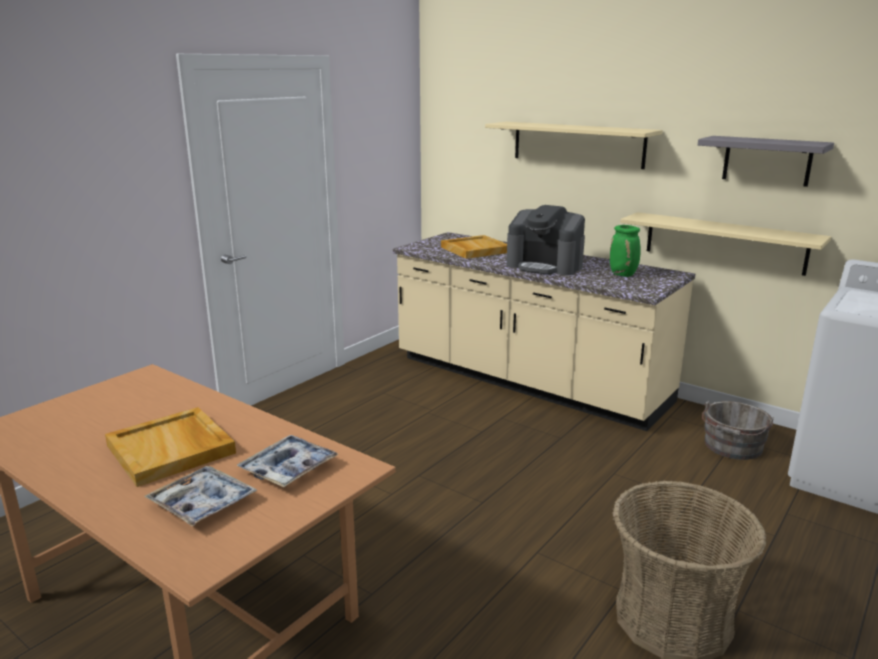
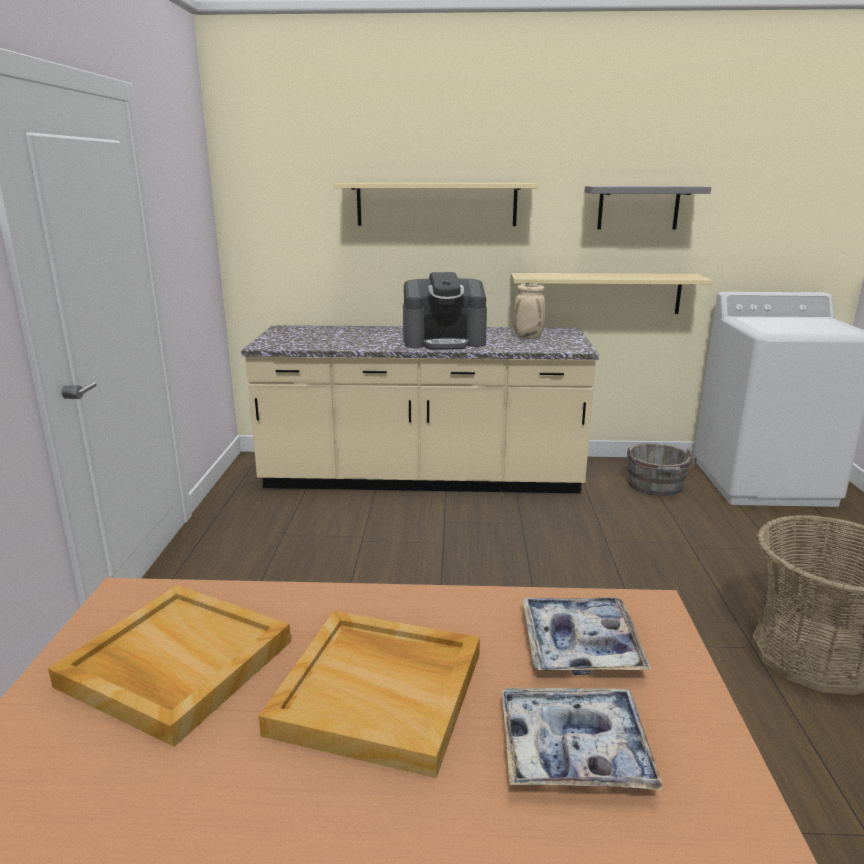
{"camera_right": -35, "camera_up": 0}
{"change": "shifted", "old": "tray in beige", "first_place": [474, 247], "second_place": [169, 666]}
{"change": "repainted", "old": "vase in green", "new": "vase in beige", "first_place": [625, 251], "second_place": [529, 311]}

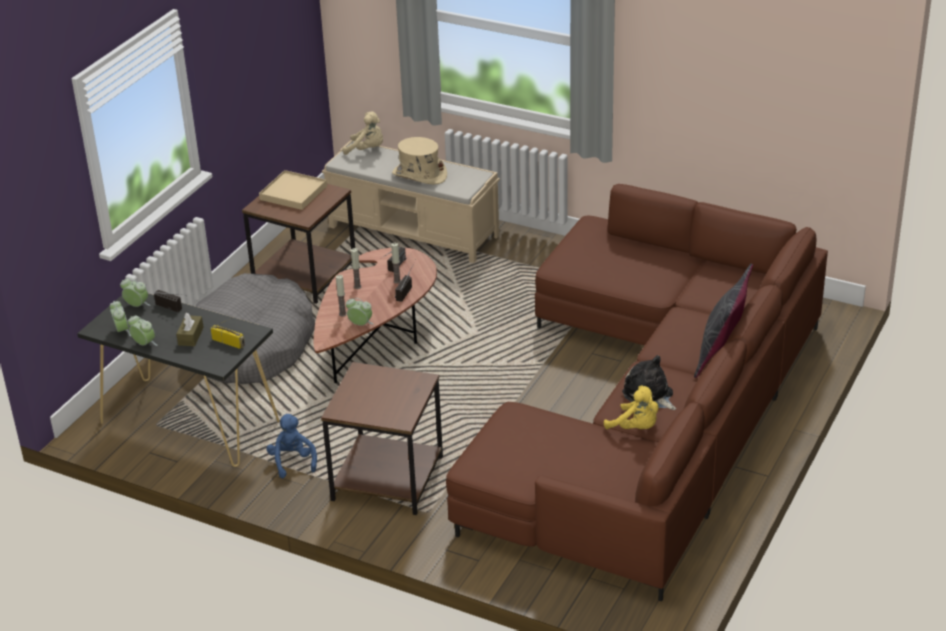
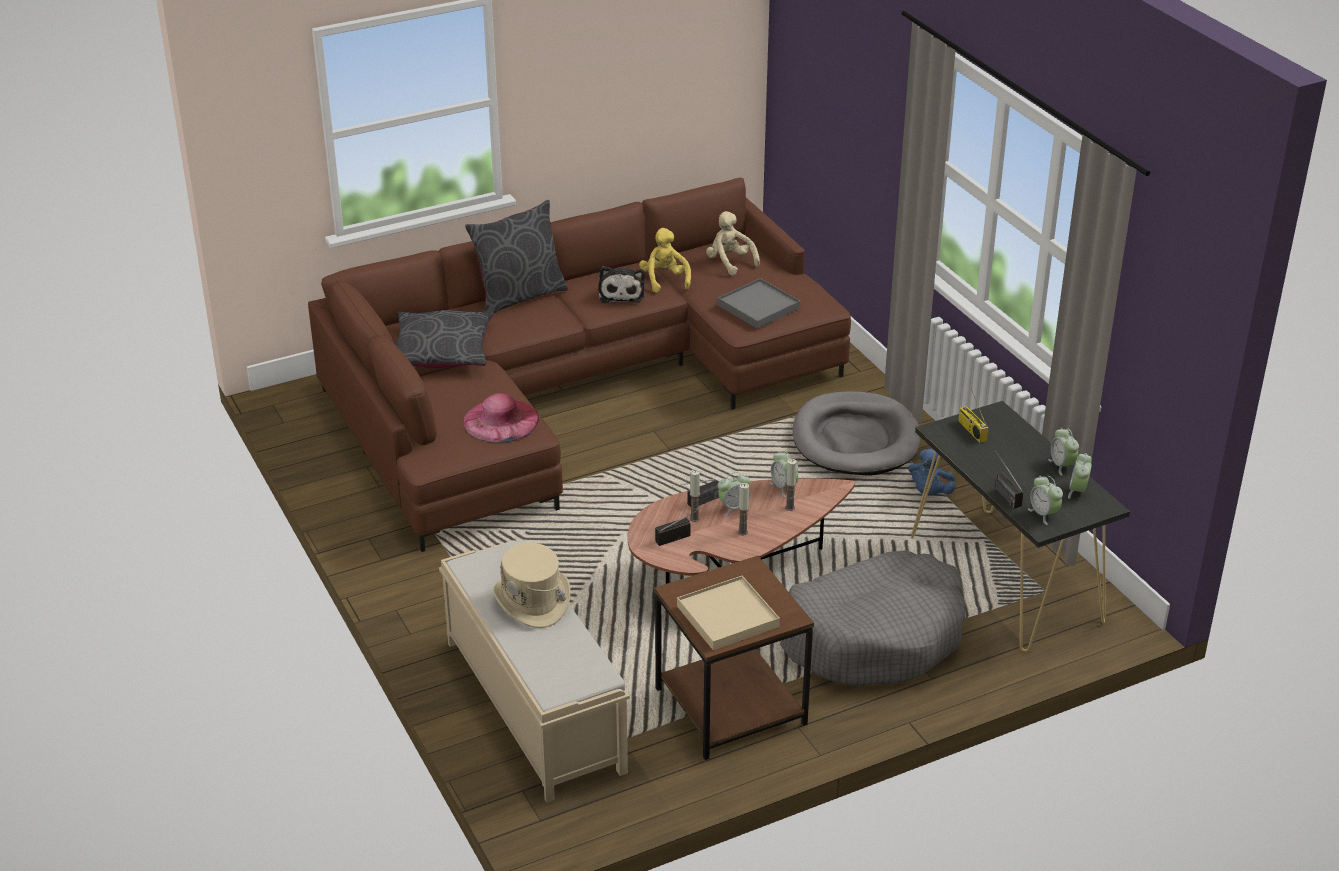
{"camera_right": -145, "camera_up": 0}
{"change": "new", "new": "pillow in grey", "second_place": [445, 339]}
{"change": "new", "new": "hat in pink", "second_place": [501, 417]}
{"change": "shifted", "old": "plush toy in beige", "first_place": [363, 133], "second_place": [733, 243]}
{"change": "new", "new": "tray in grey", "second_place": [758, 303]}
{"change": "new", "new": "alarm clock", "second_place": [734, 494]}
{"change": "swapped", "old": "side table in brown", "new": "dog bed in grey", "first_place": [382, 438], "second_place": [856, 433]}
{"change": "gone", "old": "tissue box in brown", "first_place": [190, 329]}

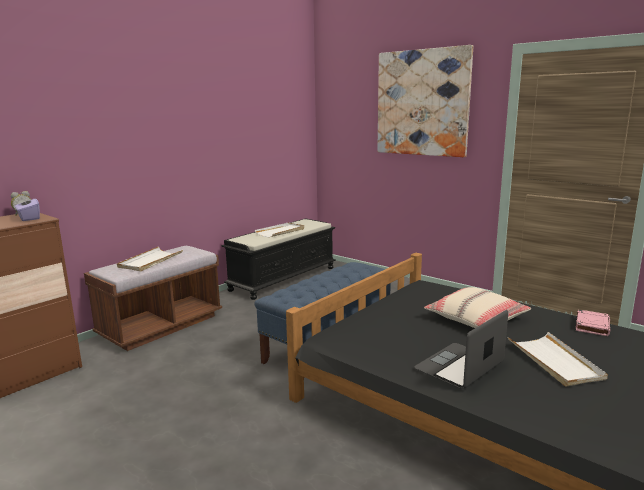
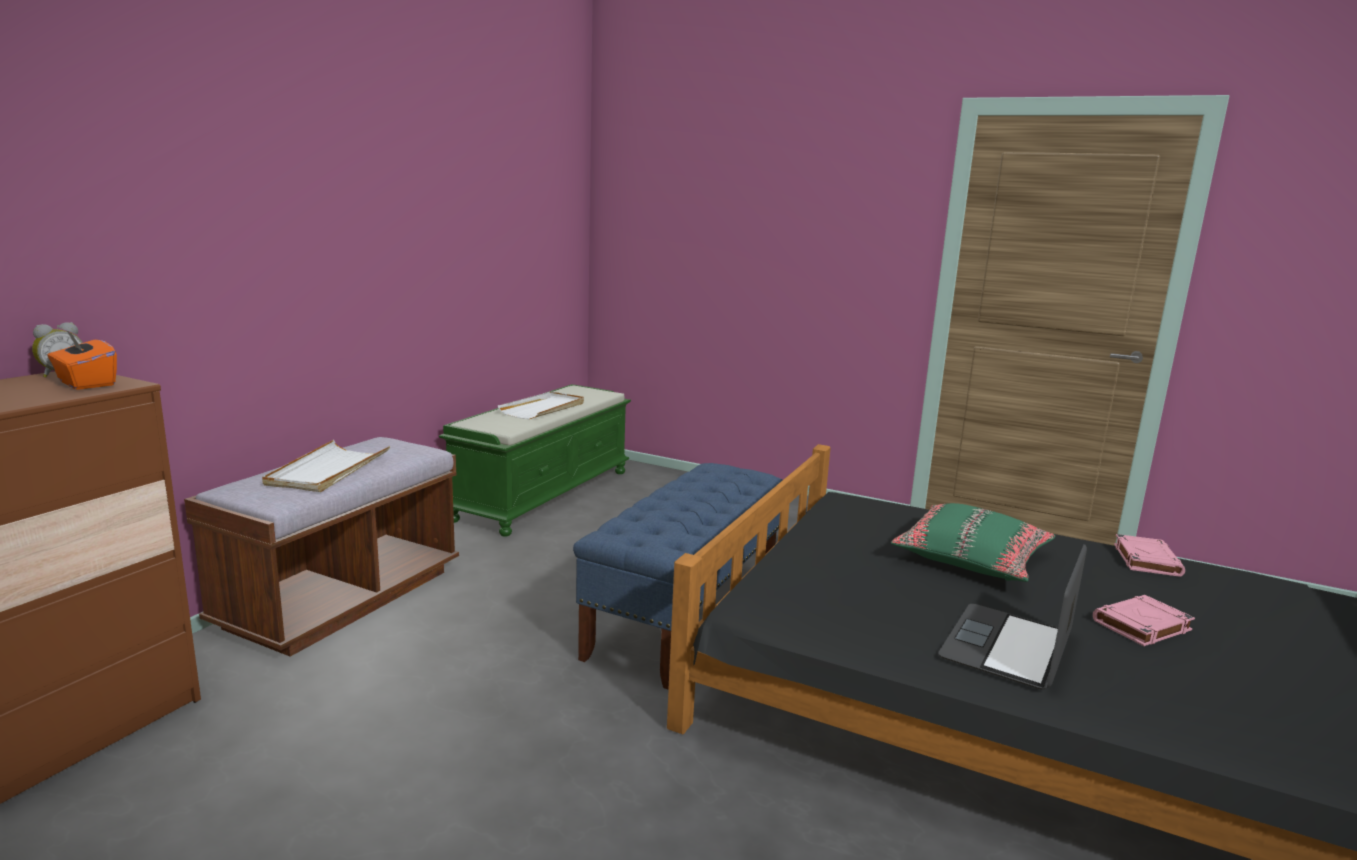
{"camera_right": -15, "camera_up": 0}
{"change": "repainted", "old": "tissue box in purple", "new": "tissue box in orange", "first_place": [27, 208], "second_place": [82, 360]}
{"change": "repainted", "old": "bench in black", "new": "bench in green", "first_place": [279, 259], "second_place": [535, 460]}
{"change": "repainted", "old": "pillow in beige", "new": "pillow in green", "first_place": [477, 307], "second_place": [973, 542]}
{"change": "swapped", "old": "tray in white", "new": "book in pink", "first_place": [558, 359], "second_place": [1144, 620]}
{"change": "gone", "old": "picture", "first_place": [425, 101]}

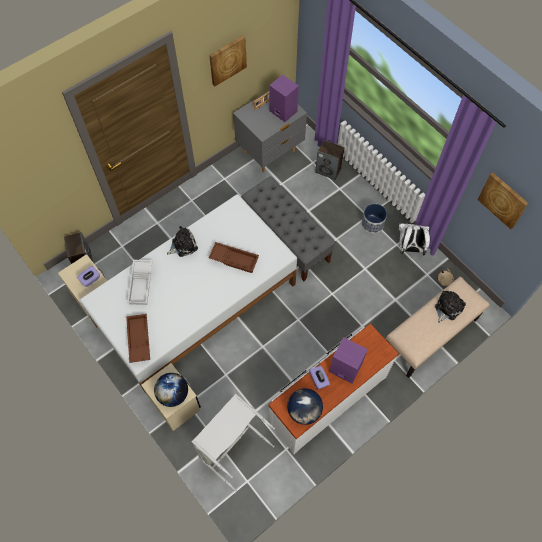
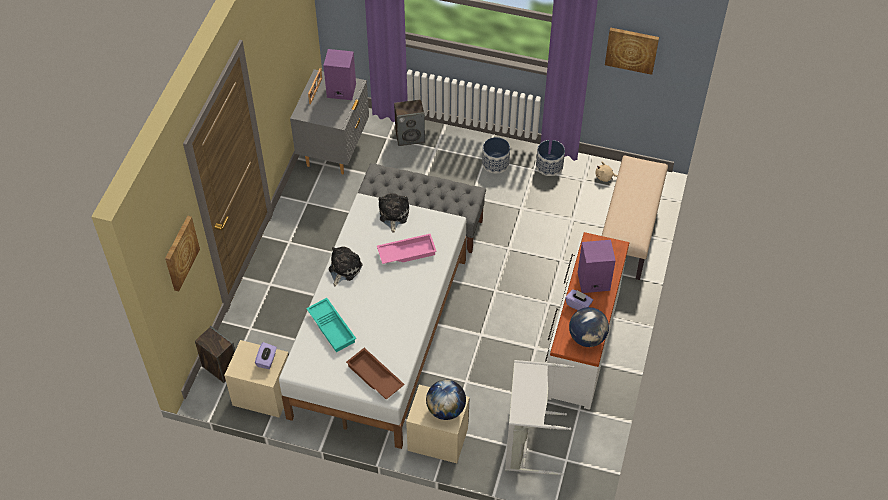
{"camera_right": -35, "camera_up": -10}
{"change": "shifted", "old": "picture", "first_place": [228, 61], "second_place": [182, 254]}
{"change": "repainted", "old": "tray in white", "new": "tray in turquoise", "first_place": [140, 282], "second_place": [331, 325]}
{"change": "repainted", "old": "tray in brown", "new": "tray in pink", "first_place": [234, 257], "second_place": [407, 249]}
{"change": "shifted", "old": "plush toy", "first_place": [450, 307], "second_place": [393, 213]}
{"change": "swapped", "old": "backpack in white", "new": "planter", "first_place": [414, 240], "second_place": [550, 158]}

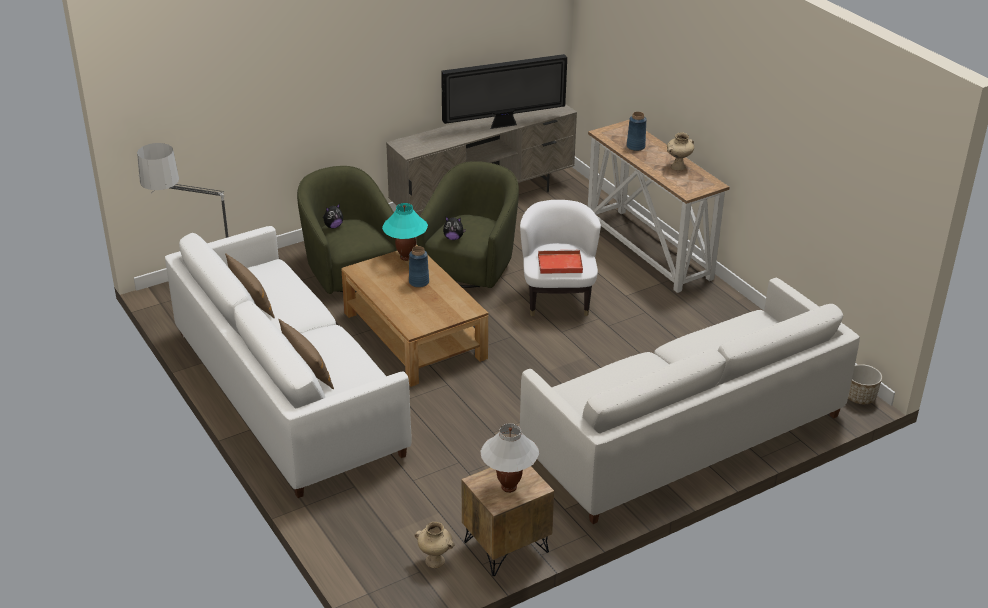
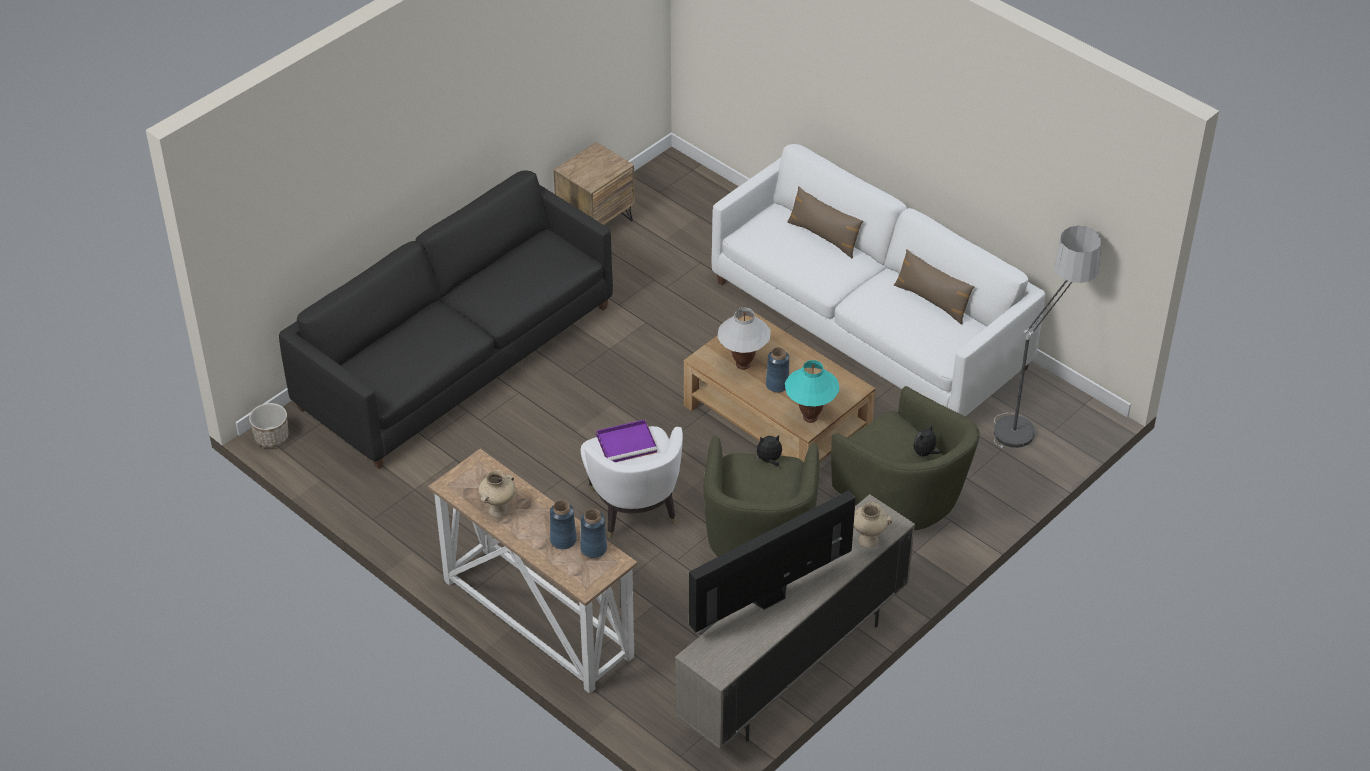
{"camera_right": 165, "camera_up": 10}
{"change": "repainted", "old": "sofa in white", "new": "sofa in black", "first_place": [690, 401], "second_place": [446, 319]}
{"change": "new", "new": "vase in blue", "second_place": [594, 533]}
{"change": "repainted", "old": "tray in red", "new": "tray in purple", "first_place": [560, 262], "second_place": [626, 440]}
{"change": "shifted", "old": "table lamp in white", "first_place": [509, 458], "second_place": [744, 339]}
{"change": "shifted", "old": "vase in beige", "first_place": [434, 545], "second_place": [873, 525]}

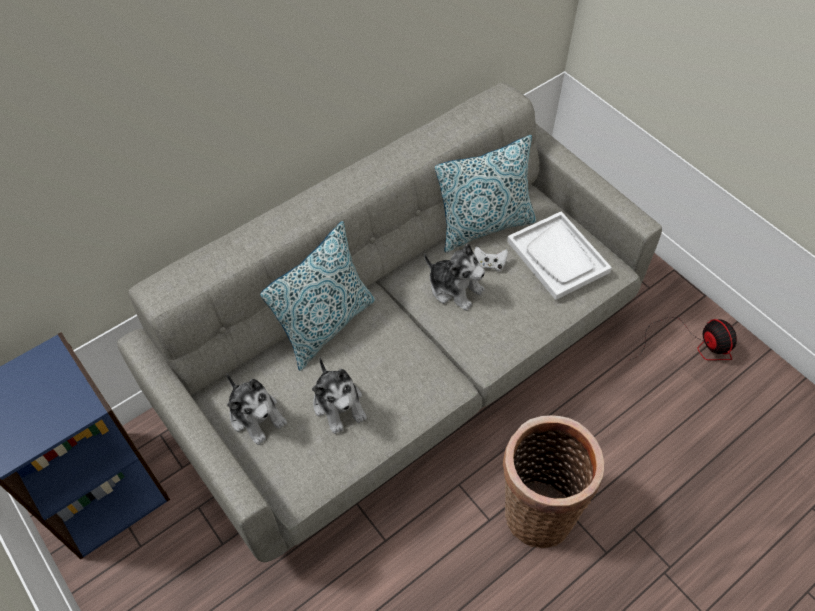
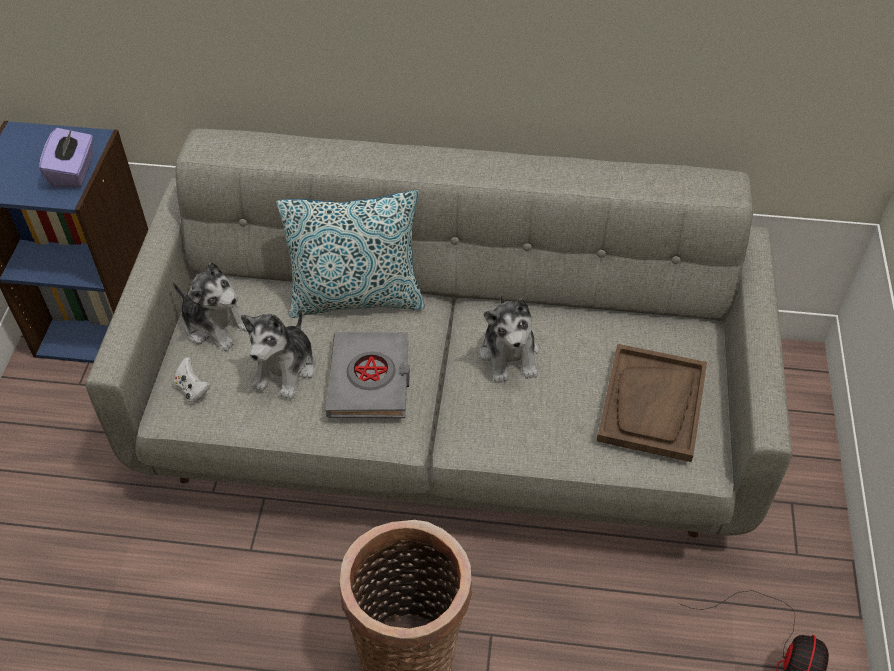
{"camera_right": 45, "camera_up": -5}
{"change": "new", "new": "tissue box in purple", "second_place": [66, 158]}
{"change": "rotated", "old": "plush toy", "first_place": [257, 409], "second_place": [210, 307], "degrees": -60}
{"change": "shifted", "old": "game controller in white", "first_place": [491, 258], "second_place": [192, 380]}
{"change": "new", "new": "book in grey", "second_place": [367, 375]}
{"change": "repainted", "old": "tray in white", "new": "tray in brown", "first_place": [559, 255], "second_place": [651, 403]}
{"change": "gone", "old": "pillow", "first_place": [485, 193]}

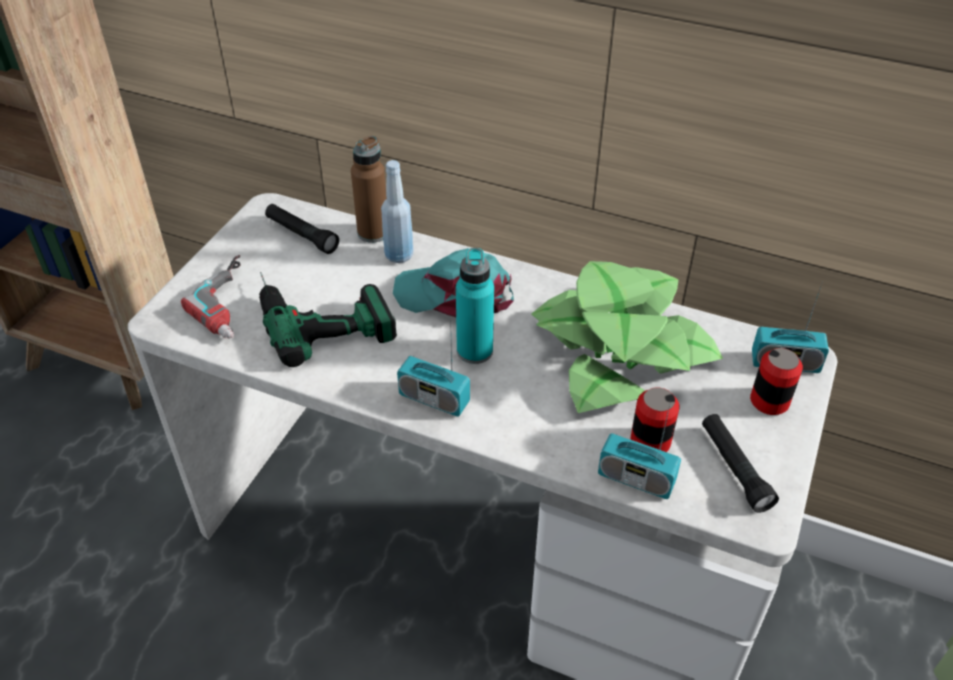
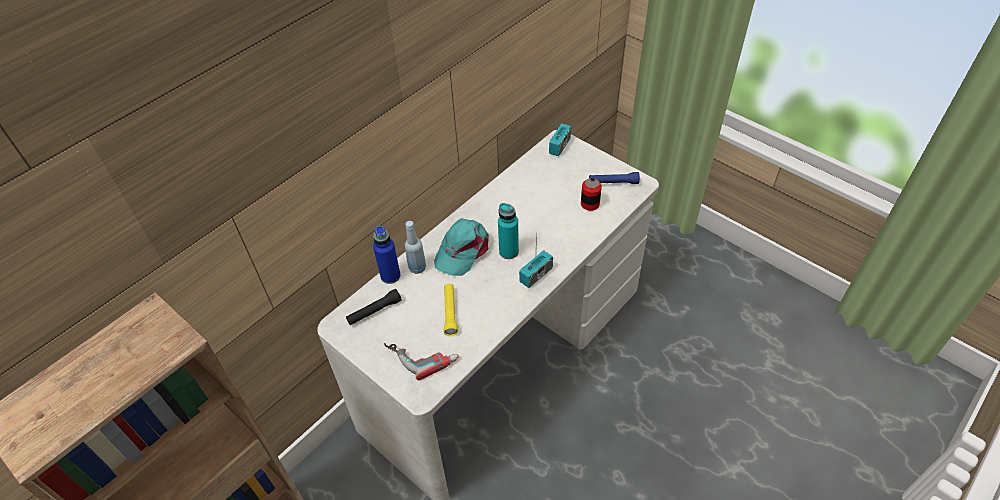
{"camera_right": -70, "camera_up": 5}
{"change": "repainted", "old": "bottle in brown", "new": "bottle in blue", "first_place": [369, 189], "second_place": [387, 255]}
{"change": "swapped", "old": "power drill", "new": "flashlight in yellow", "first_place": [328, 319], "second_place": [451, 310]}
{"change": "repainted", "old": "flashlight in black", "new": "flashlight in blue", "first_place": [740, 463], "second_place": [614, 178]}
{"change": "gone", "old": "potted plant", "first_place": [627, 337]}
{"change": "gone", "old": "radio", "first_place": [639, 449]}
{"change": "gone", "old": "can", "first_place": [776, 381]}

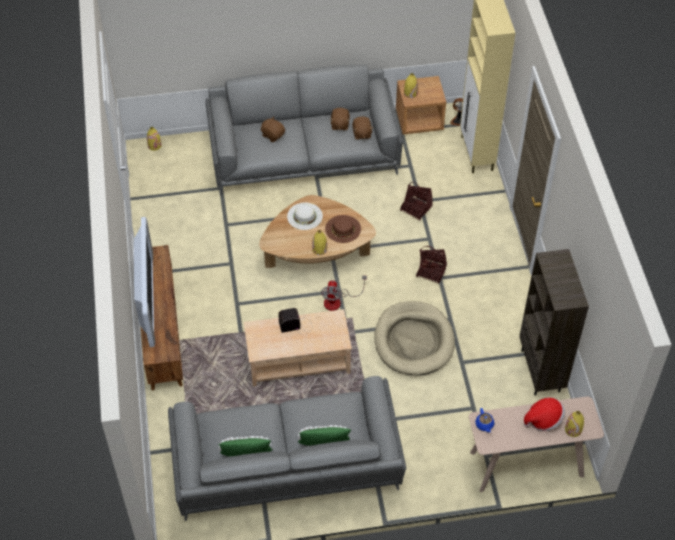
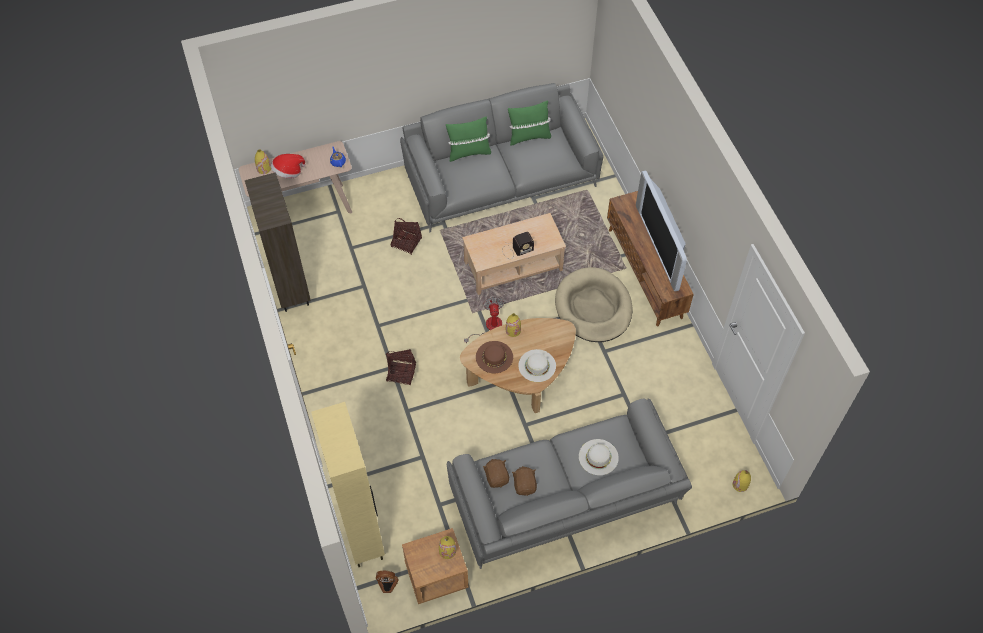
{"camera_right": 170, "camera_up": 5}
{"change": "shifted", "old": "basket", "first_place": [416, 201], "second_place": [406, 236]}
{"change": "shifted", "old": "dog bed in beige", "first_place": [414, 338], "second_place": [594, 304]}
{"change": "swapped", "old": "plush toy in brown", "new": "hat in white", "first_place": [273, 129], "second_place": [599, 457]}

